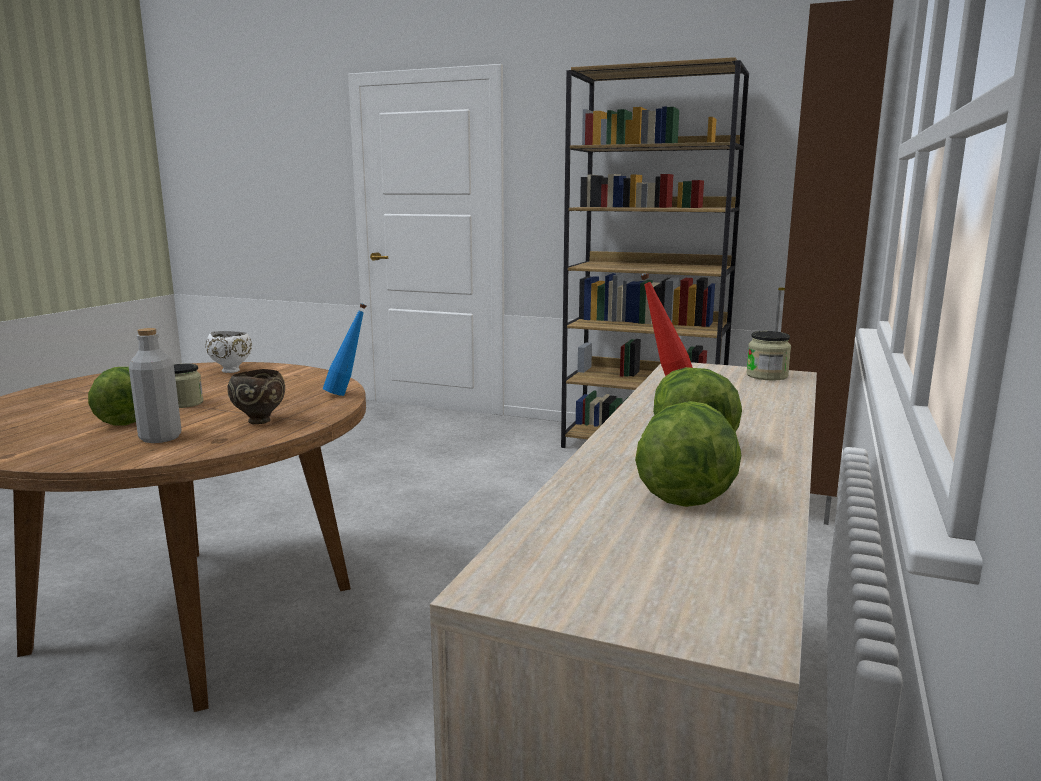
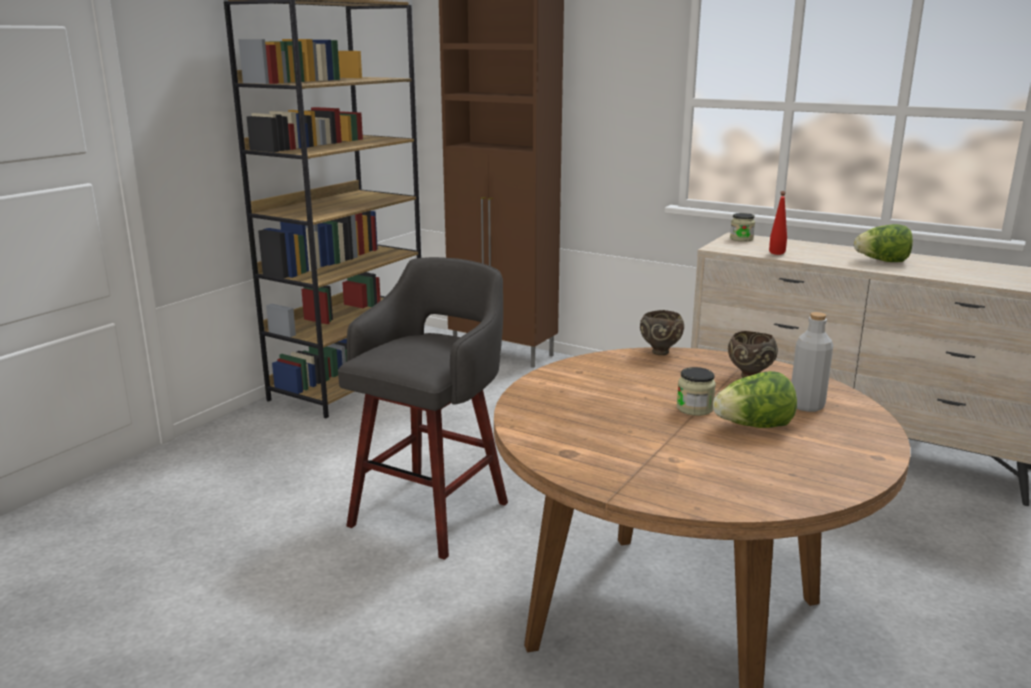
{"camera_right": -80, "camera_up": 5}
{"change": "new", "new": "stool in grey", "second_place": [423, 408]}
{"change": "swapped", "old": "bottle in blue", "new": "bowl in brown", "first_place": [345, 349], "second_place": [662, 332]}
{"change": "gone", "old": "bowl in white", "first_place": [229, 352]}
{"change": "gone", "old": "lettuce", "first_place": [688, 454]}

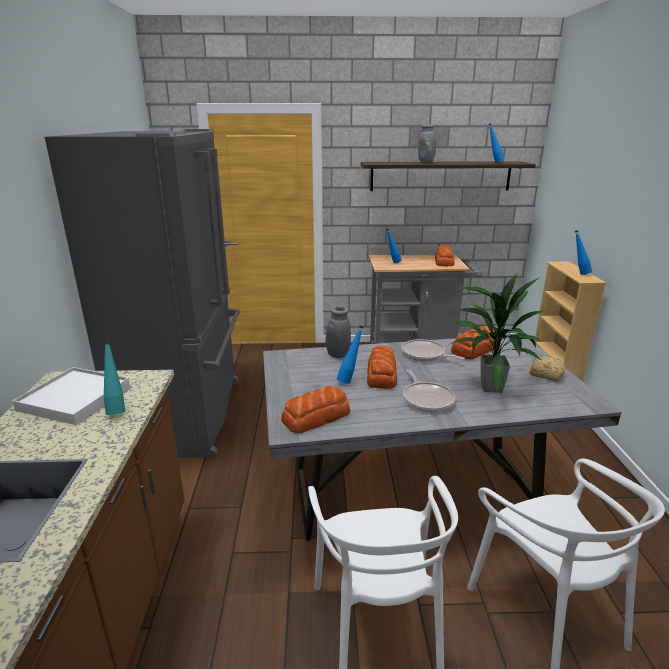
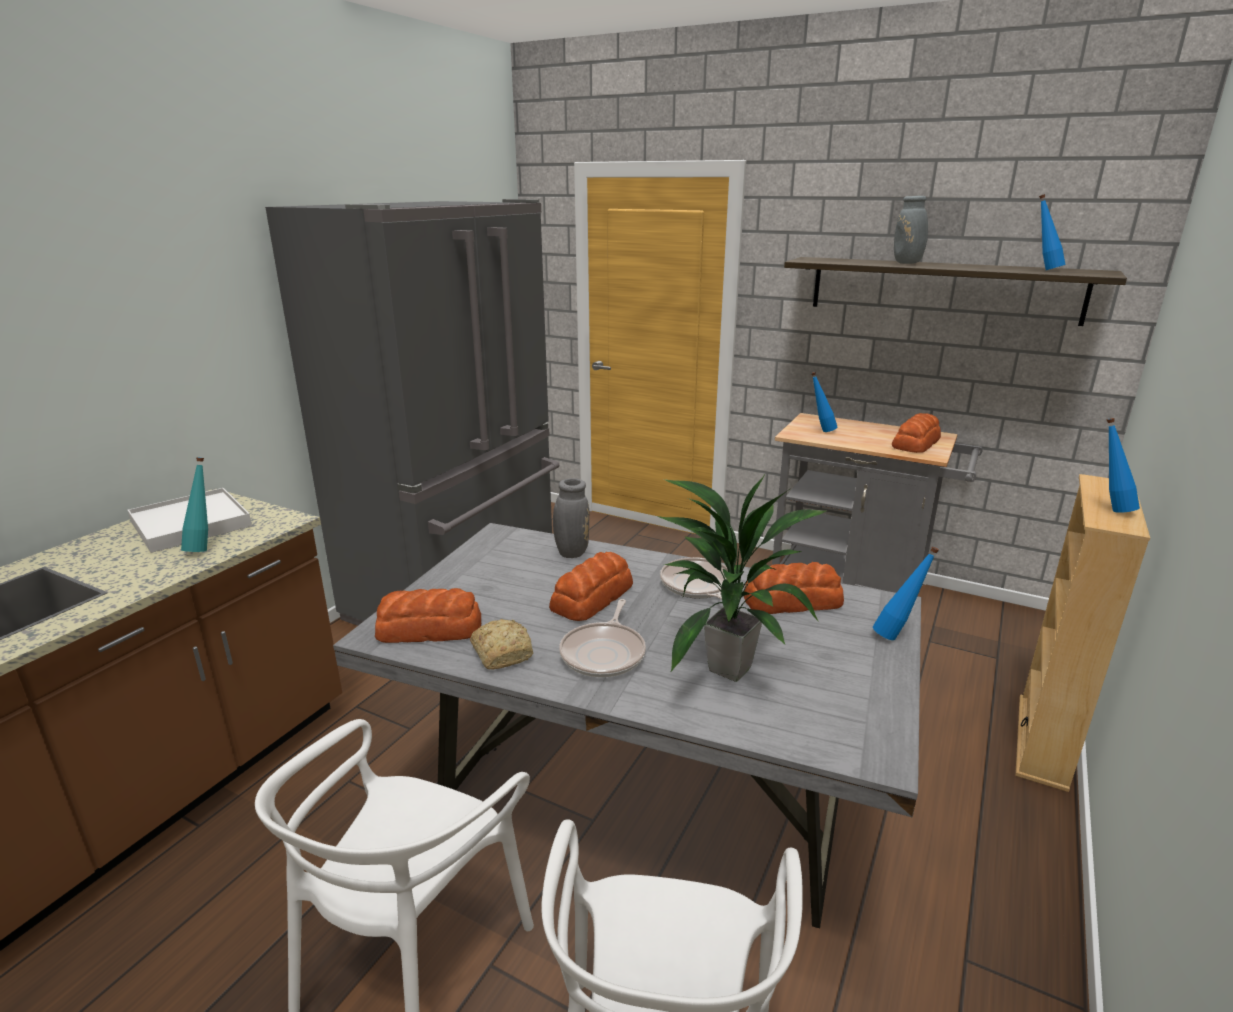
{"camera_right": 30, "camera_up": 0}
{"change": "shifted", "old": "bread", "first_place": [548, 369], "second_place": [501, 644]}
{"change": "shifted", "old": "bottle in blue", "first_place": [350, 354], "second_place": [906, 593]}

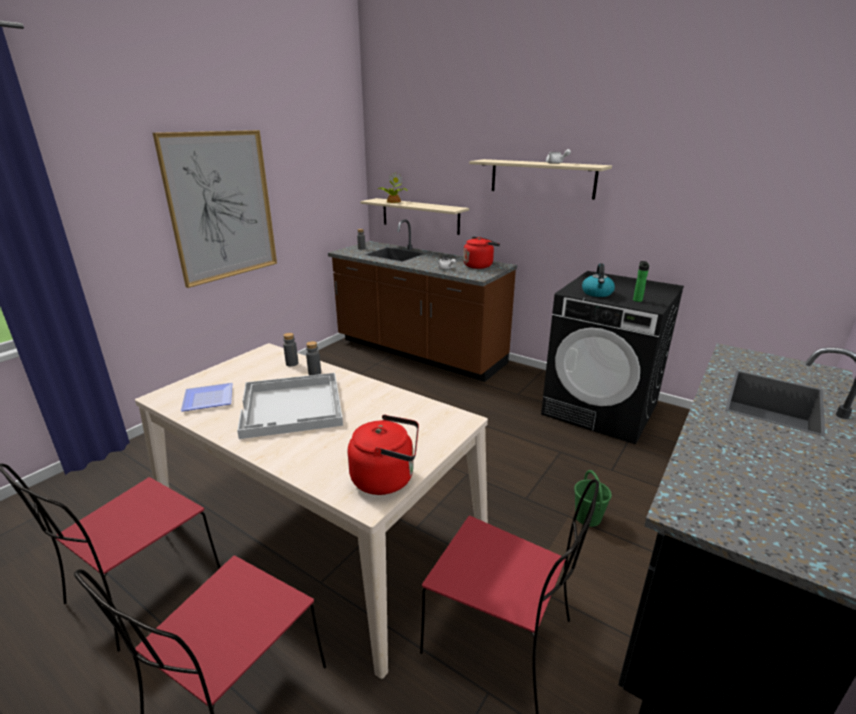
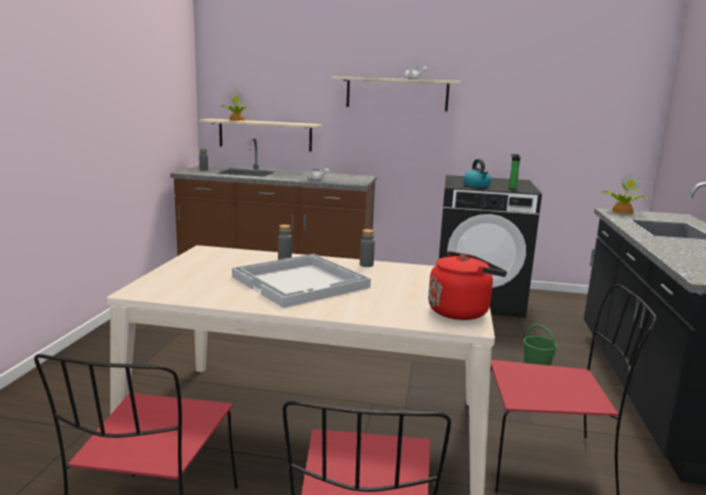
{"camera_right": -25, "camera_up": -10}
{"change": "shifted", "old": "bottle in grey", "first_place": [290, 349], "second_place": [367, 248]}
{"change": "new", "new": "potted plant", "second_place": [624, 193]}
{"change": "gone", "old": "picture", "first_place": [215, 209]}
{"change": "gone", "old": "plate", "first_place": [207, 397]}
{"change": "gone", "old": "kettle in red", "first_place": [481, 252]}

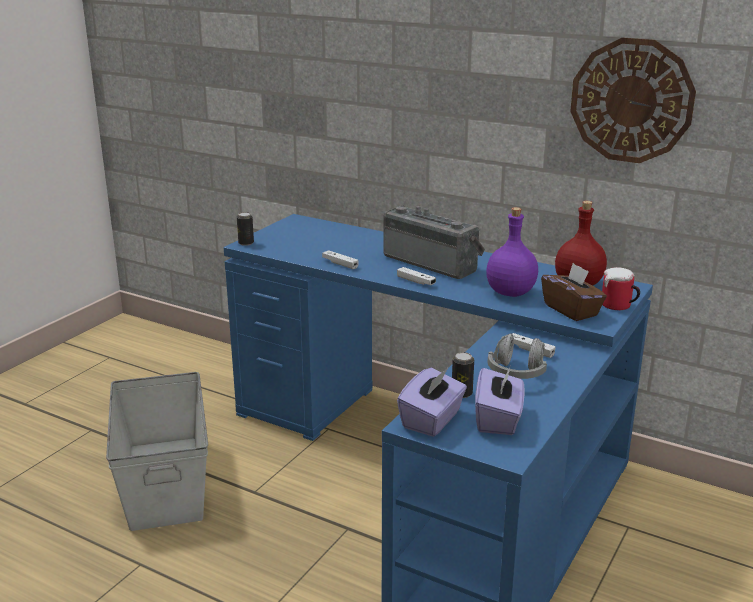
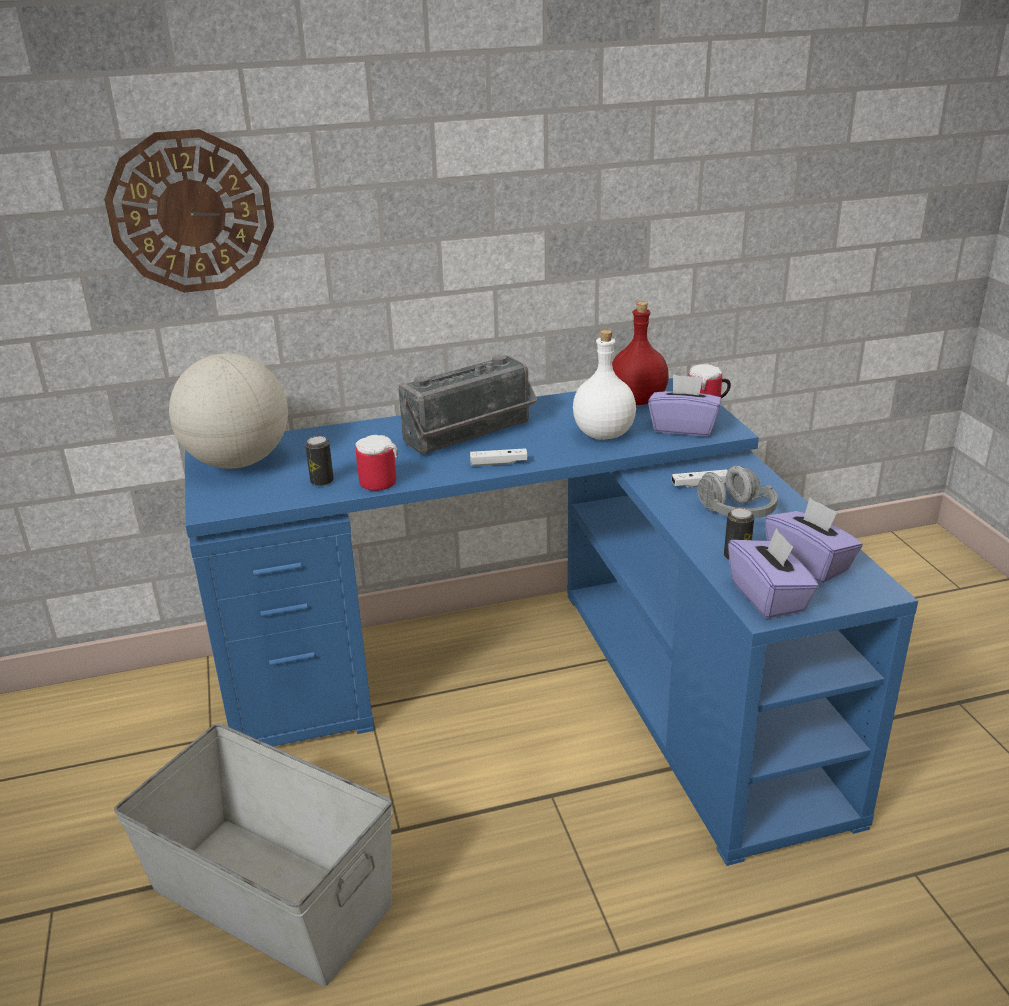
{"camera_right": -45, "camera_up": 5}
{"change": "shifted", "old": "wall clock", "first_place": [633, 100], "second_place": [189, 211]}
{"change": "new", "new": "globe", "second_place": [228, 411]}
{"change": "shifted", "old": "can", "first_place": [245, 229], "second_place": [319, 461]}
{"change": "swapped", "old": "game controller in white", "new": "mug", "first_place": [340, 259], "second_place": [376, 463]}
{"change": "rotated", "old": "radio", "first_place": [434, 242], "second_place": [468, 404], "degrees": 150}
{"change": "repainted", "old": "bottle in purple", "new": "bottle in white", "first_place": [512, 252], "second_place": [604, 385]}
{"change": "repainted", "old": "tissue box in brown", "new": "tissue box in purple", "first_place": [574, 292], "second_place": [684, 405]}

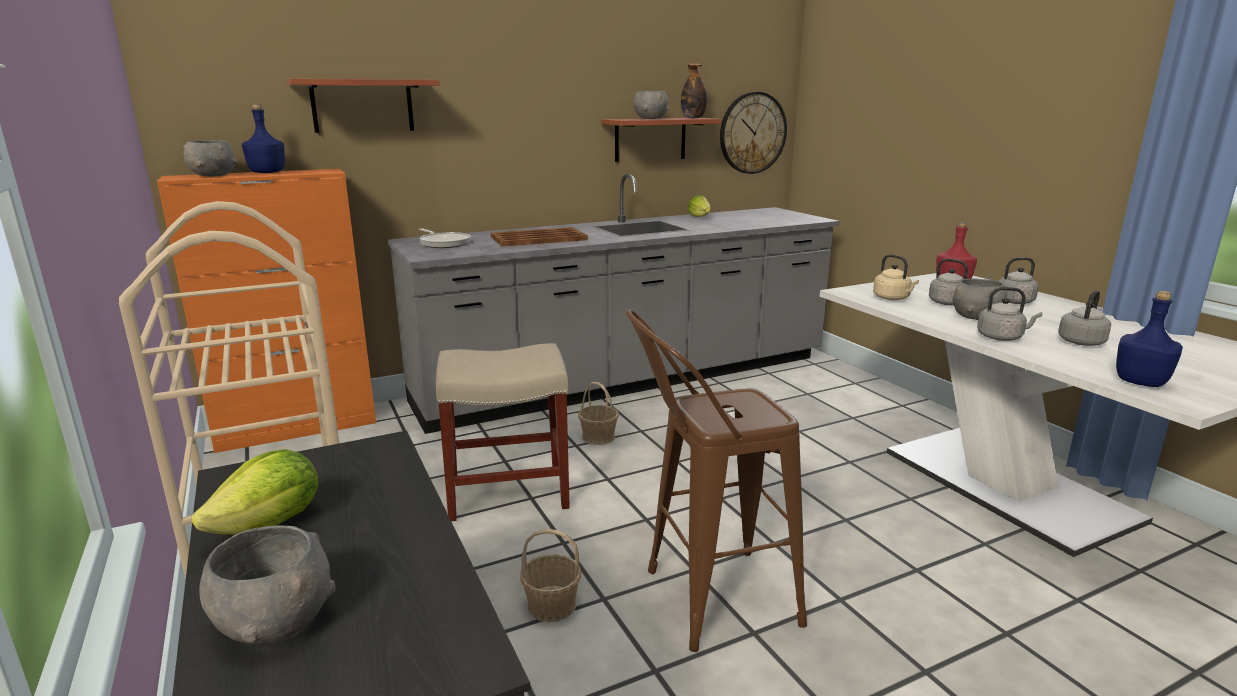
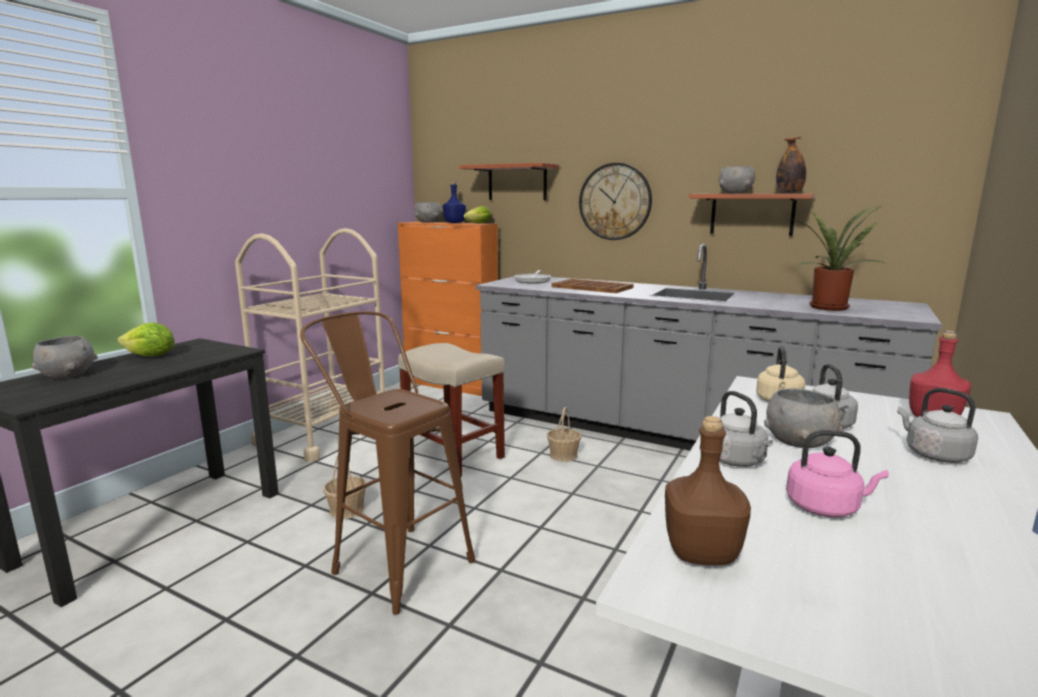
{"camera_right": 55, "camera_up": -5}
{"change": "shifted", "old": "lettuce", "first_place": [699, 206], "second_place": [477, 214]}
{"change": "shifted", "old": "wall clock", "first_place": [753, 133], "second_place": [615, 201]}
{"change": "repainted", "old": "bottle in blue", "new": "bottle in brown", "first_place": [1149, 339], "second_place": [708, 490]}
{"change": "repainted", "old": "kettle in grey", "new": "kettle in pink", "first_place": [1084, 318], "second_place": [837, 473]}
{"change": "new", "new": "potted plant", "second_place": [837, 258]}

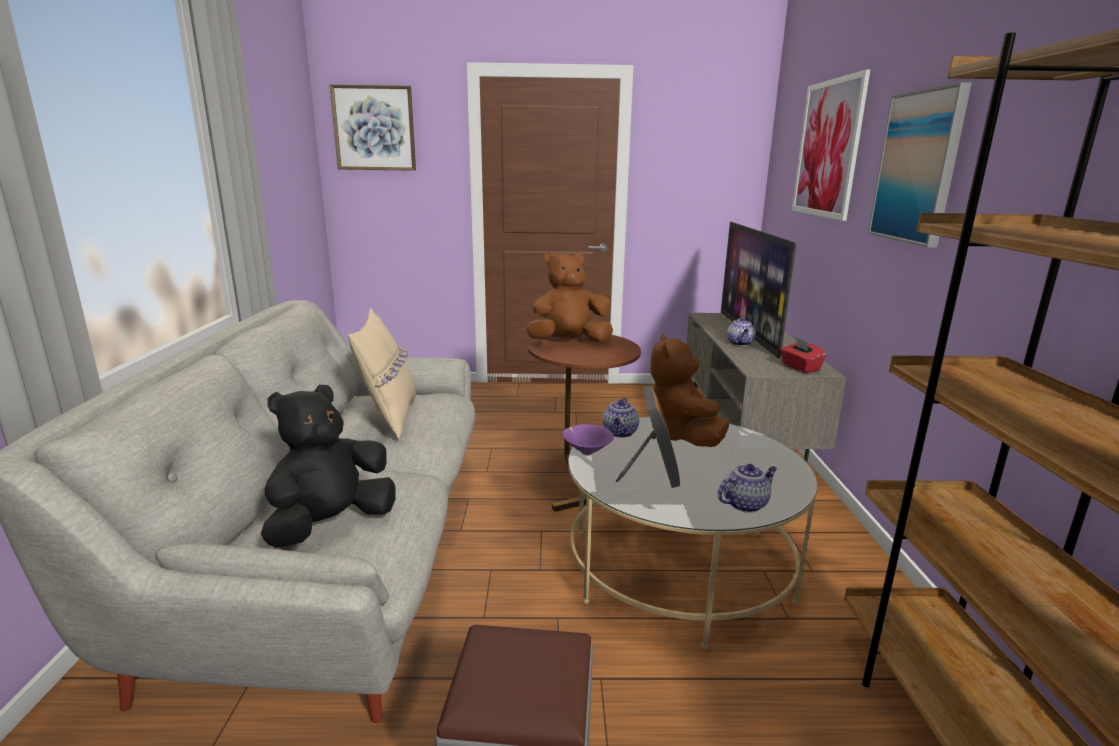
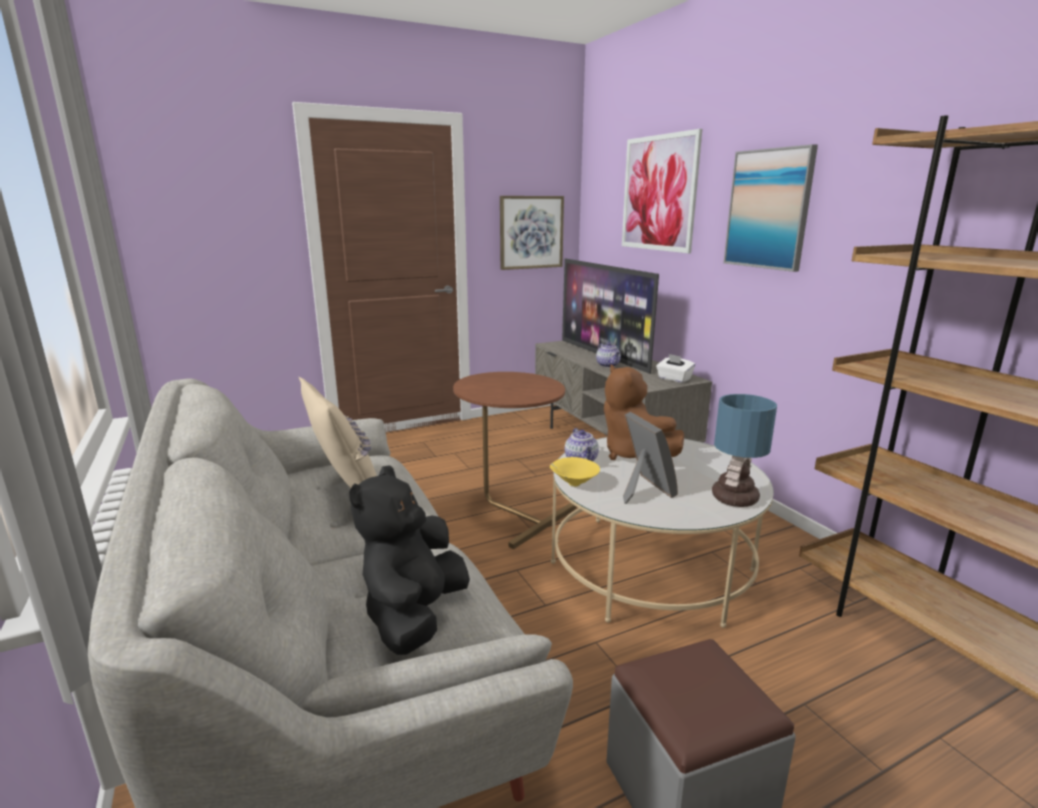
{"camera_right": -25, "camera_up": 0}
{"change": "shifted", "old": "picture", "first_place": [373, 128], "second_place": [532, 233]}
{"change": "repainted", "old": "bowl in purple", "new": "bowl in yellow", "first_place": [588, 439], "second_place": [575, 471]}
{"change": "repainted", "old": "tissue box in red", "new": "tissue box in white", "first_place": [803, 355], "second_place": [675, 368]}
{"change": "swapped", "old": "teapot", "new": "table lamp", "first_place": [747, 488], "second_place": [744, 450]}
{"change": "gone", "old": "plush toy in brown", "first_place": [569, 296]}

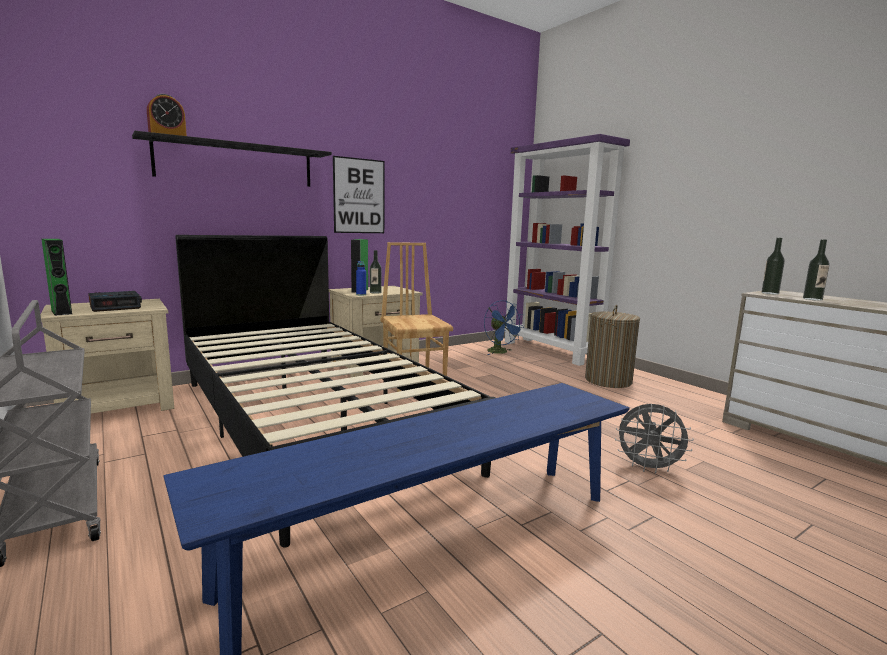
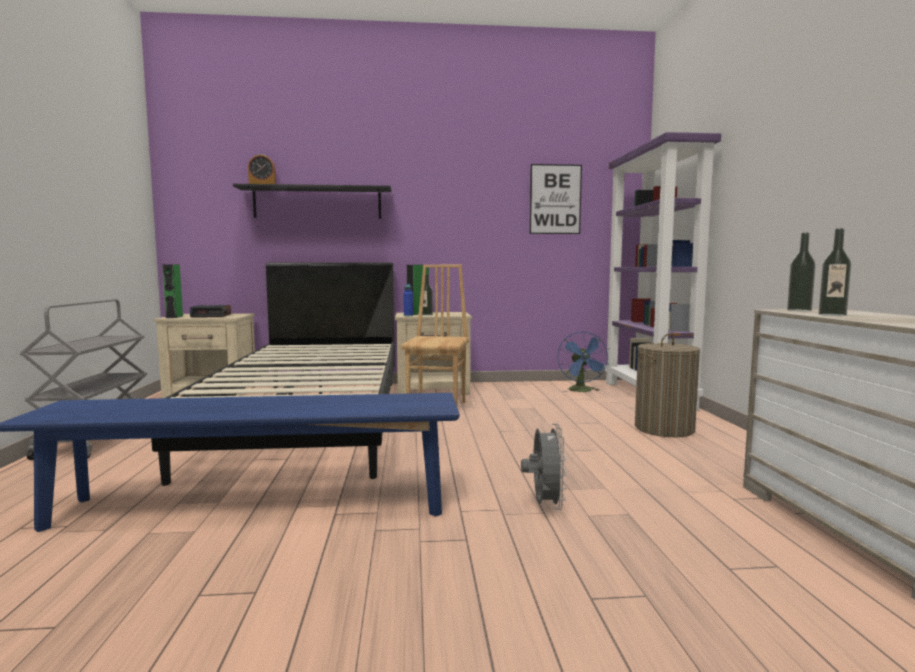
{"camera_right": 30, "camera_up": -5}
{"change": "rotated", "old": "fan in grey", "first_place": [654, 439], "second_place": [544, 466], "degrees": -135}
{"change": "shifted", "old": "picture", "first_place": [359, 194], "second_place": [556, 199]}

